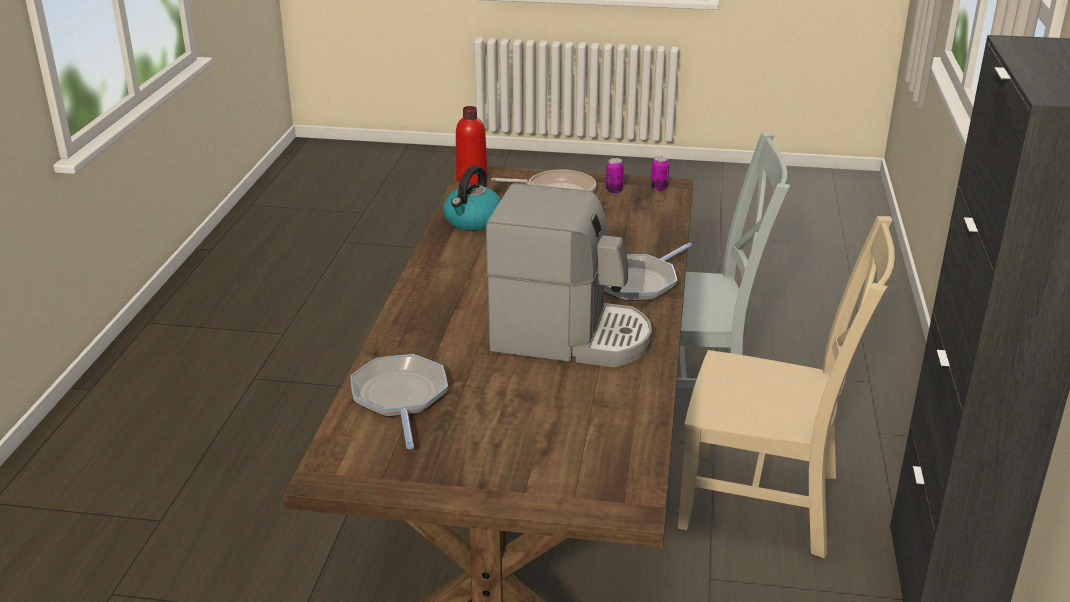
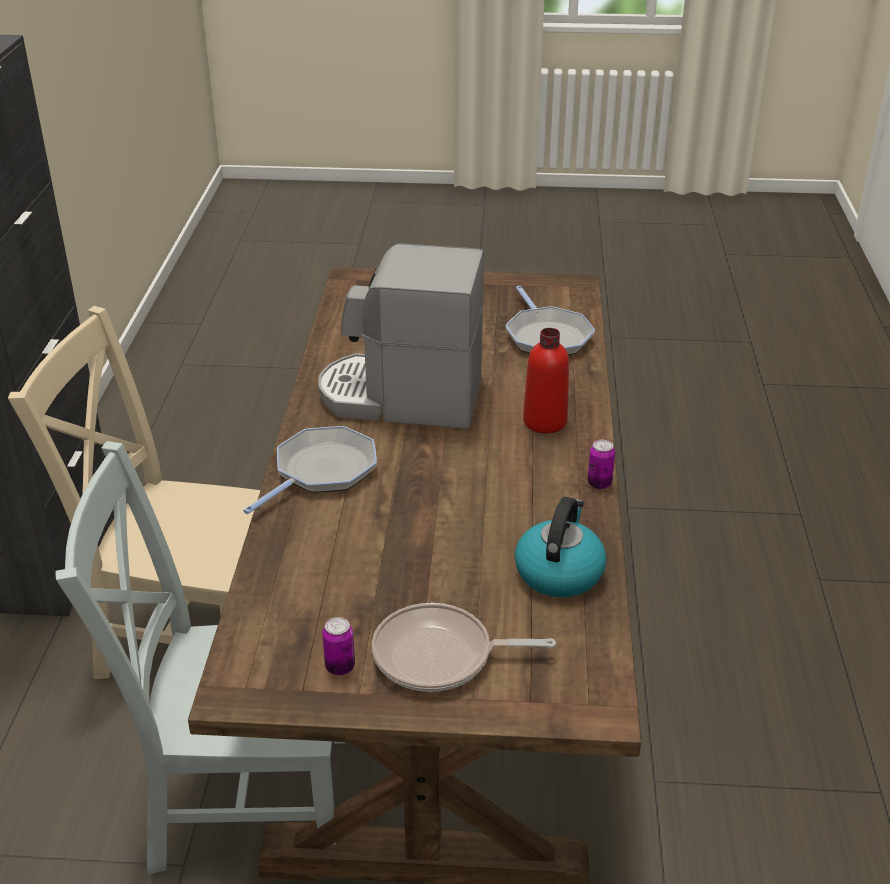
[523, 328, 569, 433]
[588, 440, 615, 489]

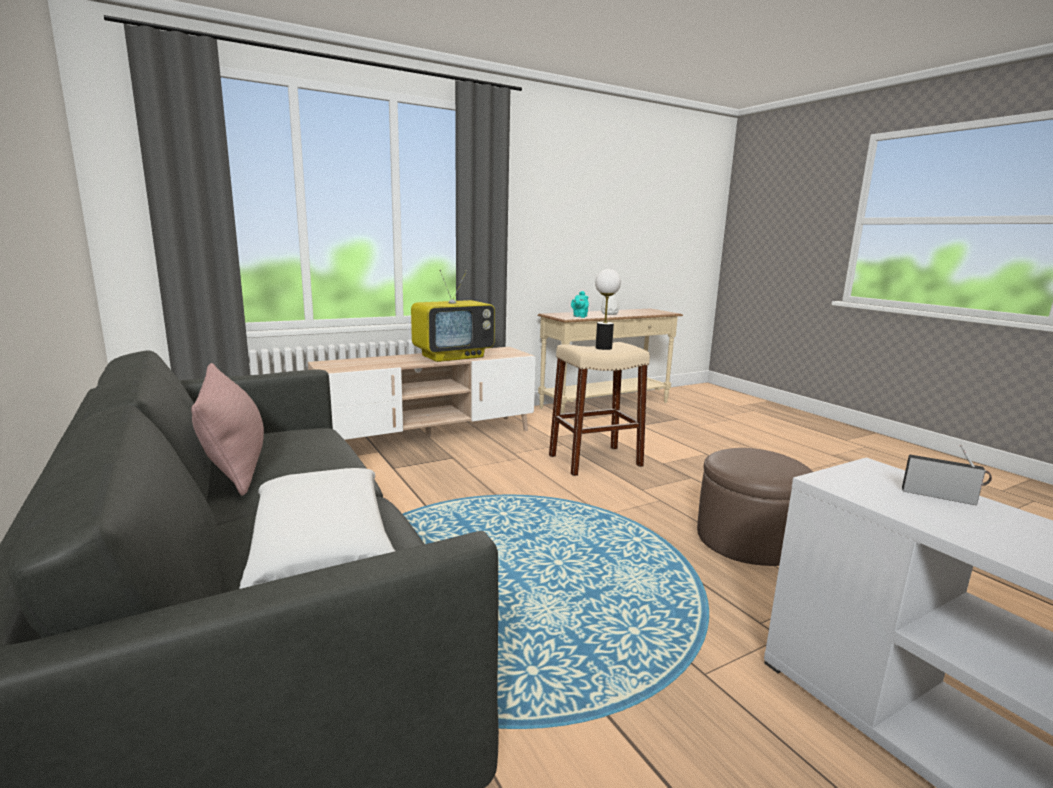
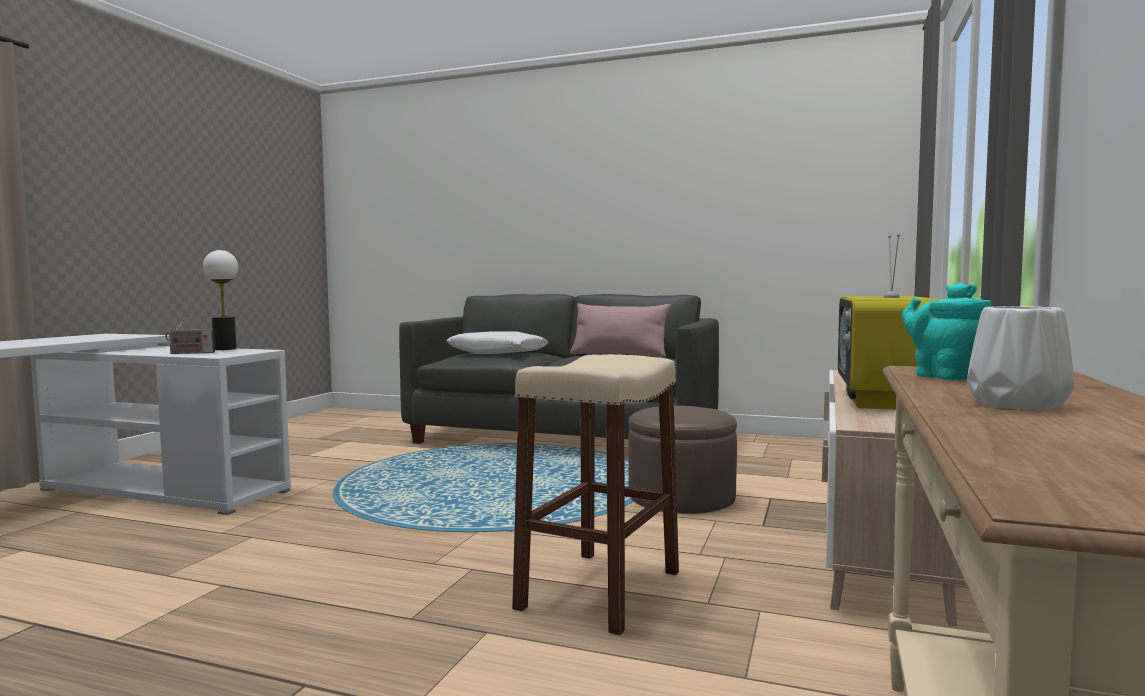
[203, 250, 238, 350]
[628, 406, 737, 514]

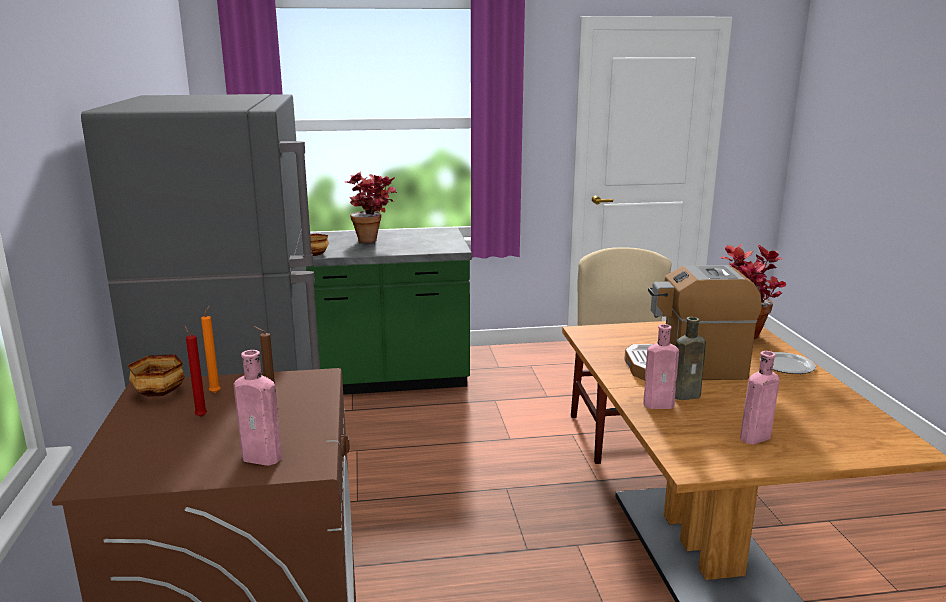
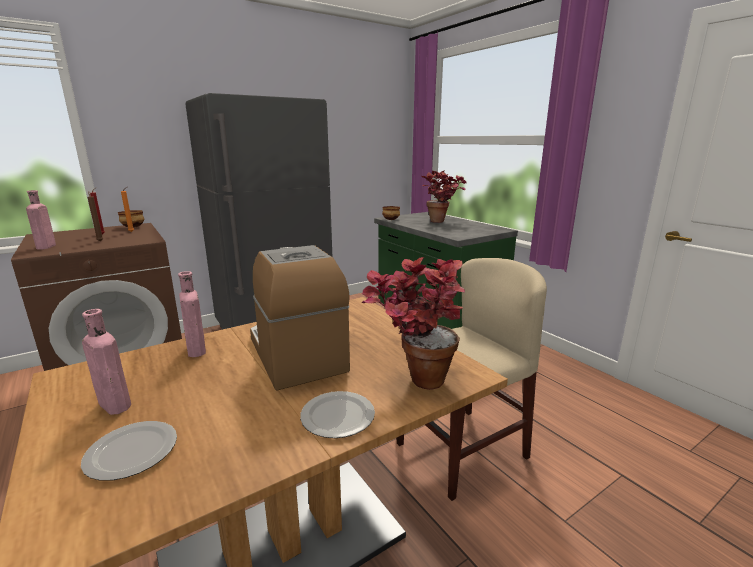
[675, 317, 706, 400] (first image)
[81, 421, 177, 481]

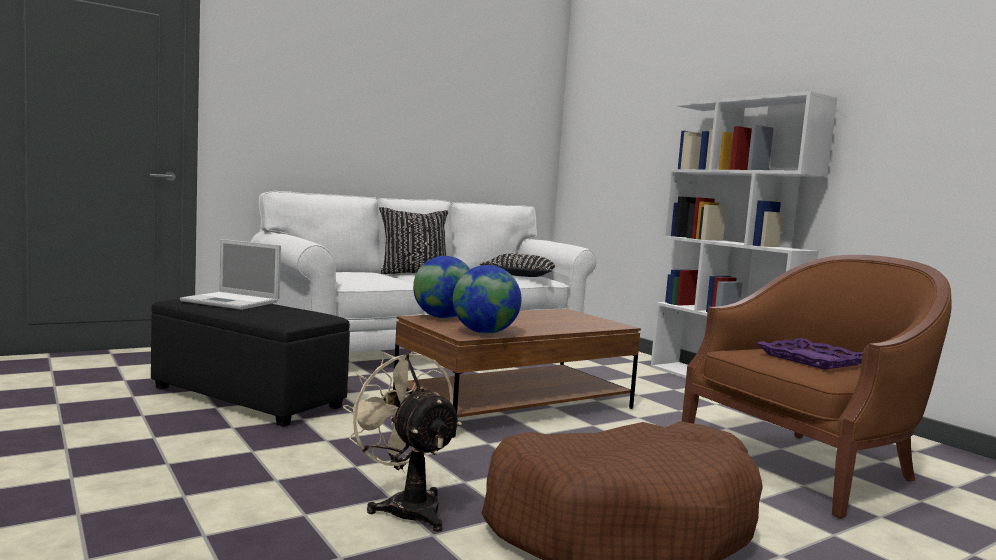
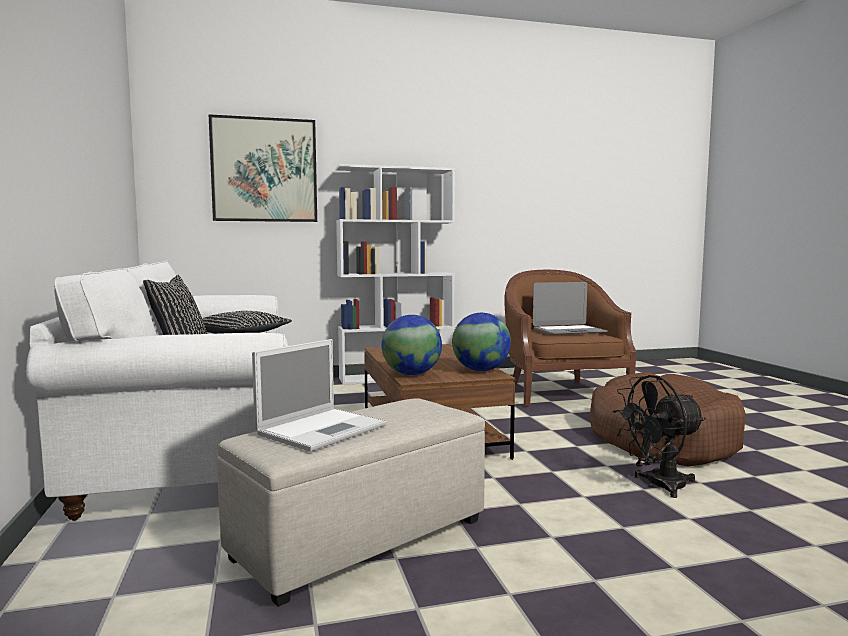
[217, 398, 485, 607]
[533, 282, 608, 335]
[613, 375, 706, 498]
[208, 114, 317, 222]

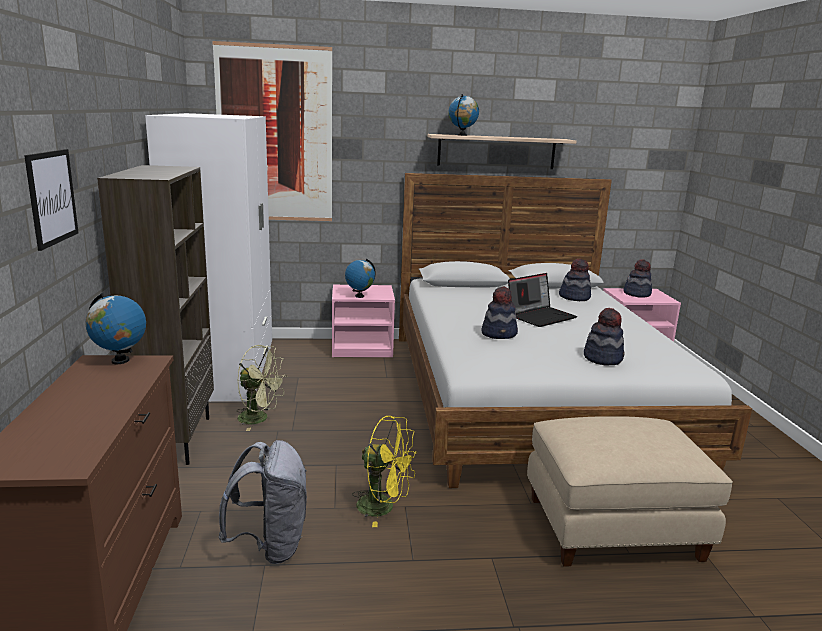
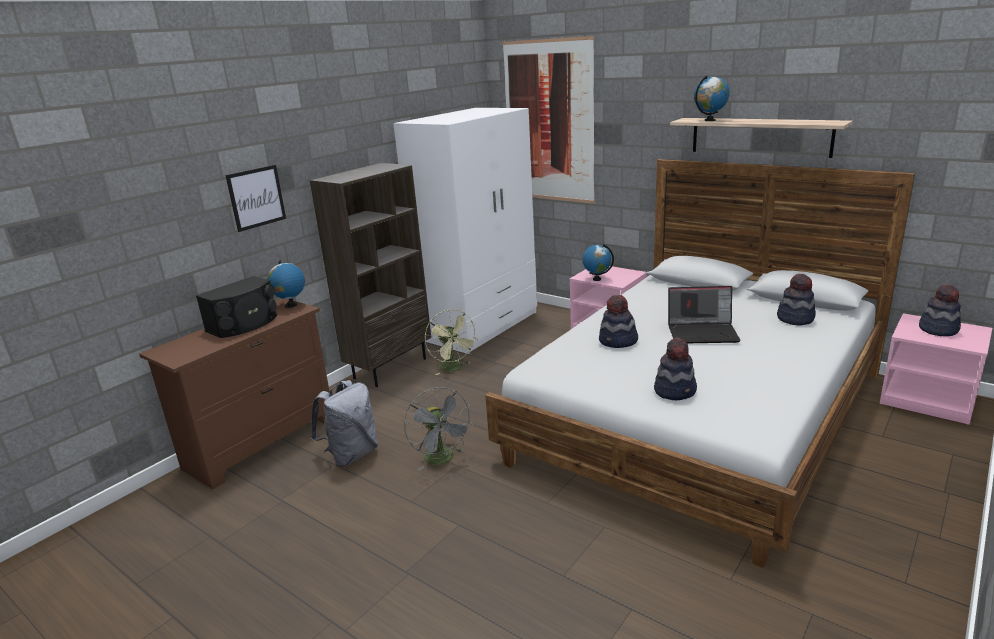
[404, 387, 473, 471]
[527, 416, 733, 567] (first image)
[196, 276, 277, 338]

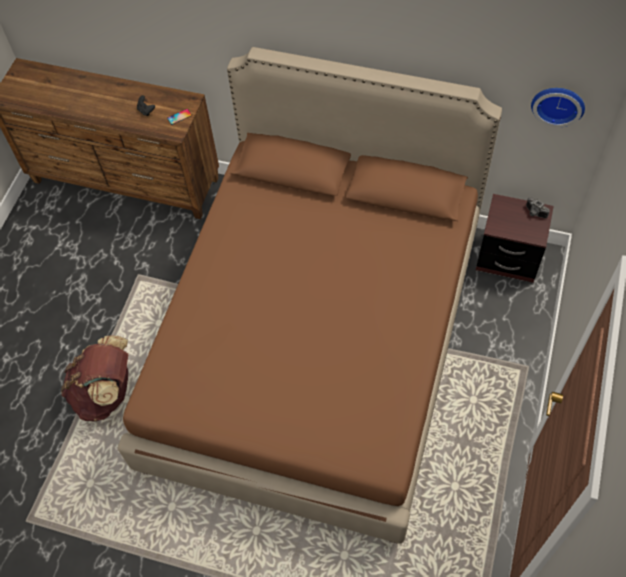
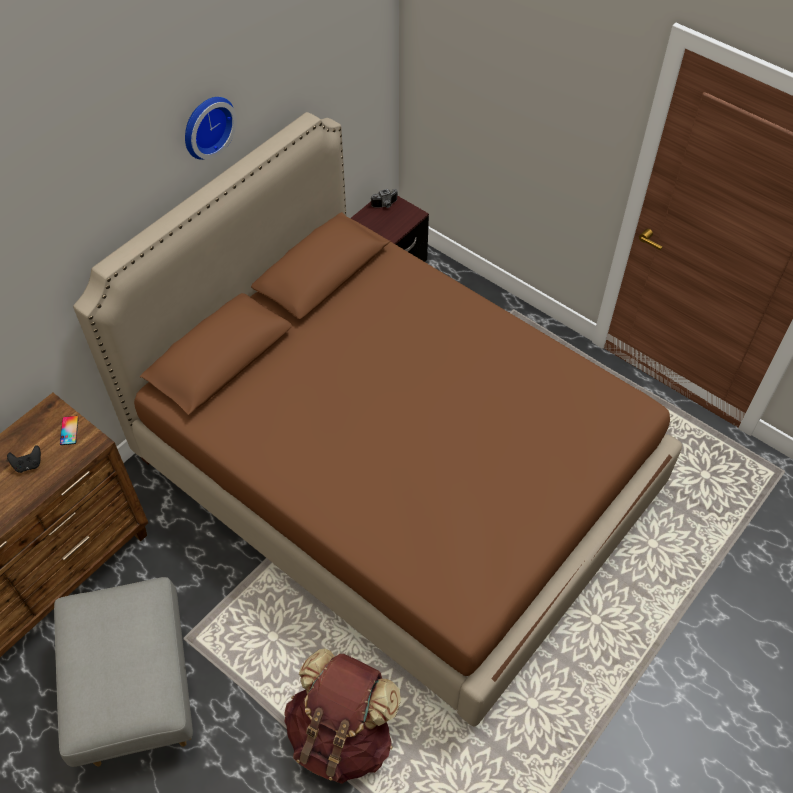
[185, 97, 237, 160]
[54, 577, 193, 767]

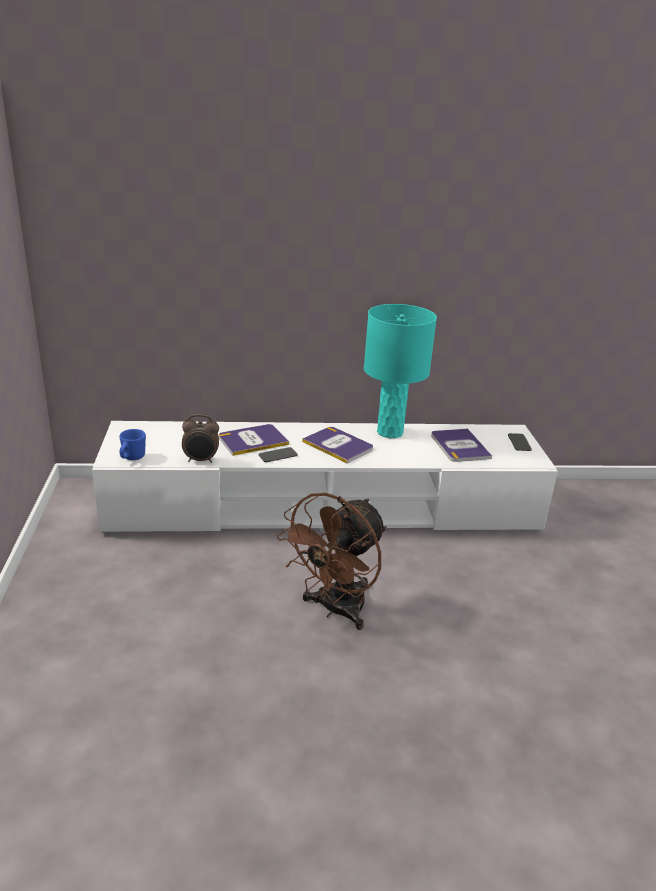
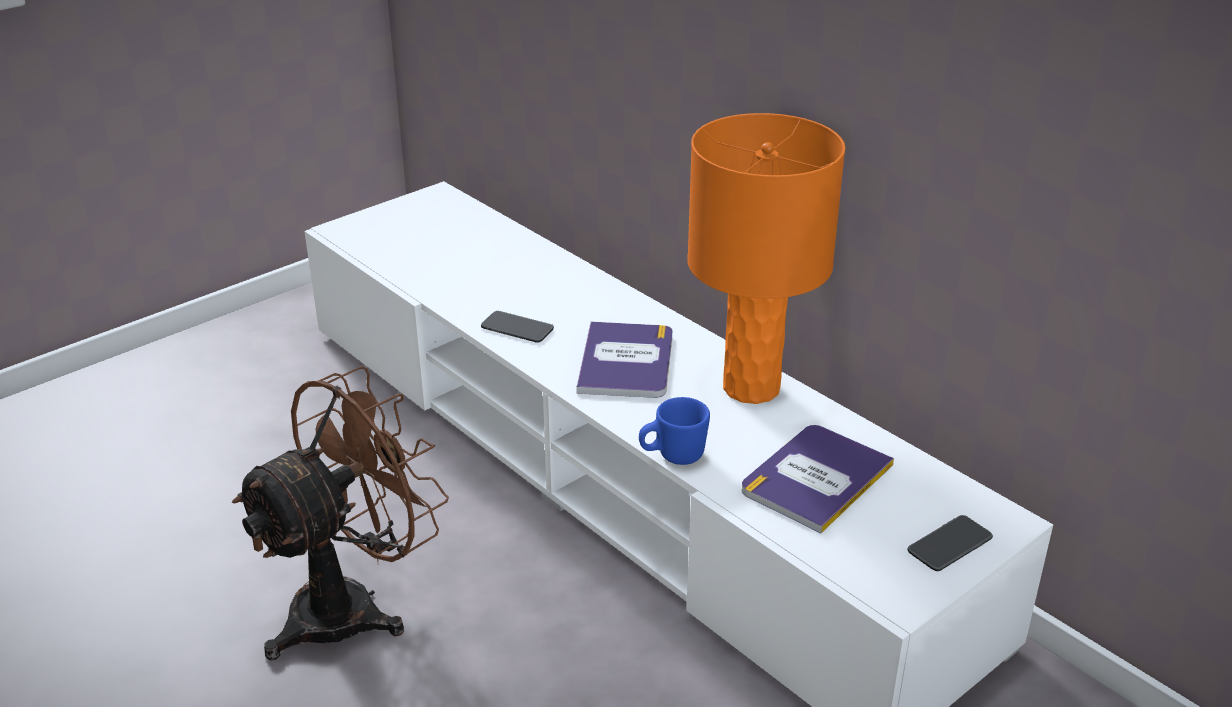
[687, 113, 845, 404]
[182, 414, 219, 463] (first image)
[219, 424, 289, 456] (first image)
[639, 397, 710, 465]
[232, 366, 449, 661]

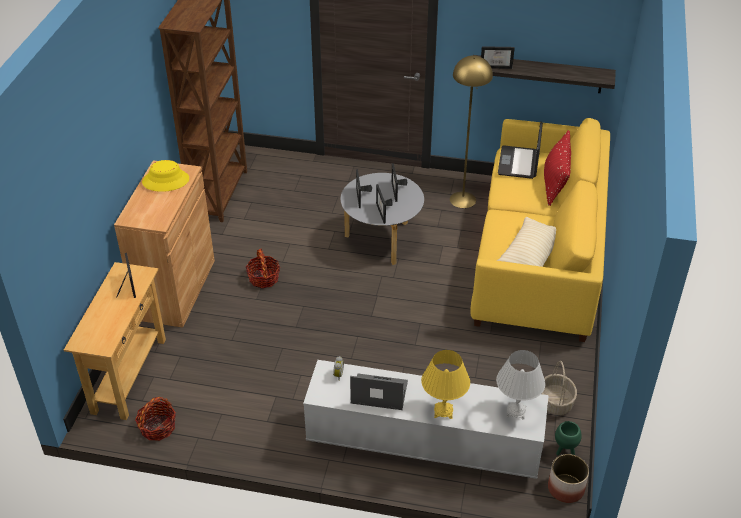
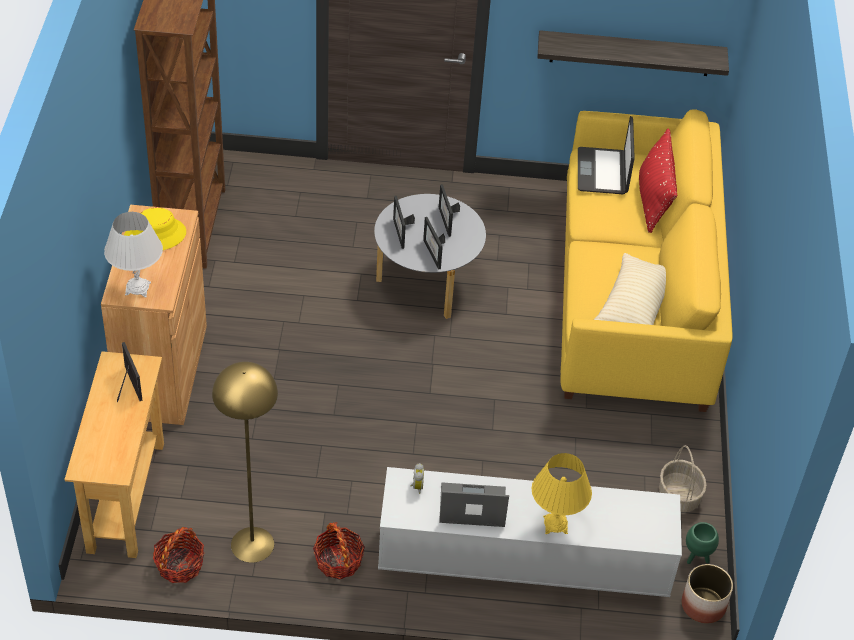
[481, 46, 515, 69] (first image)
[212, 362, 278, 563]
[313, 522, 365, 579]
[104, 212, 163, 297]

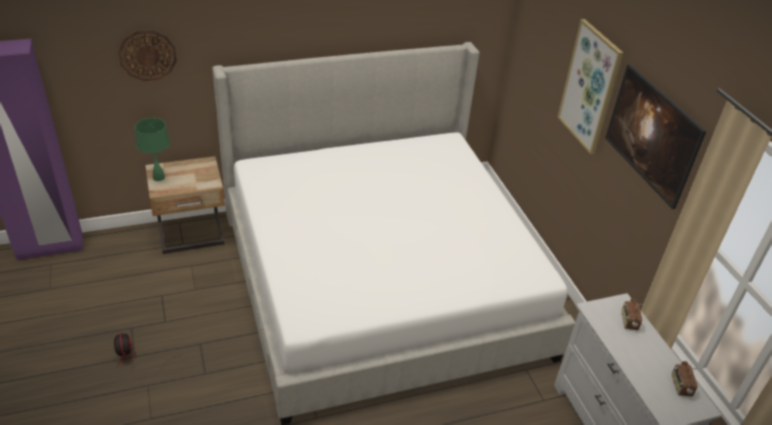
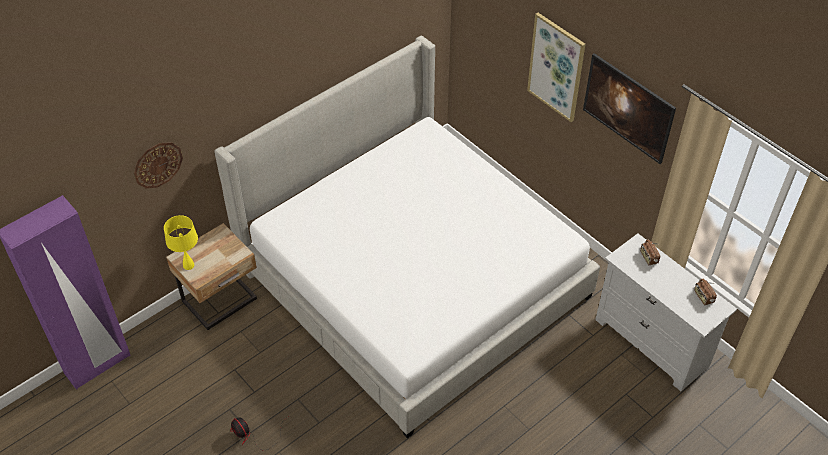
[164, 215, 198, 270]

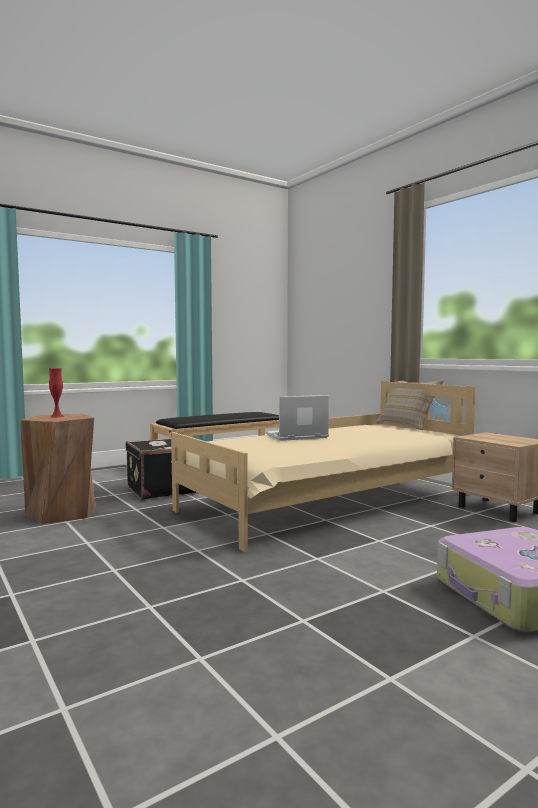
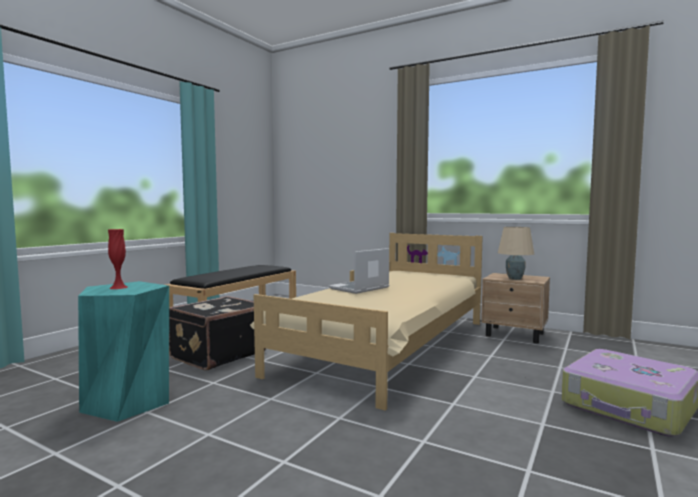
[375, 378, 444, 430] (first image)
[78, 281, 169, 422]
[498, 227, 534, 280]

